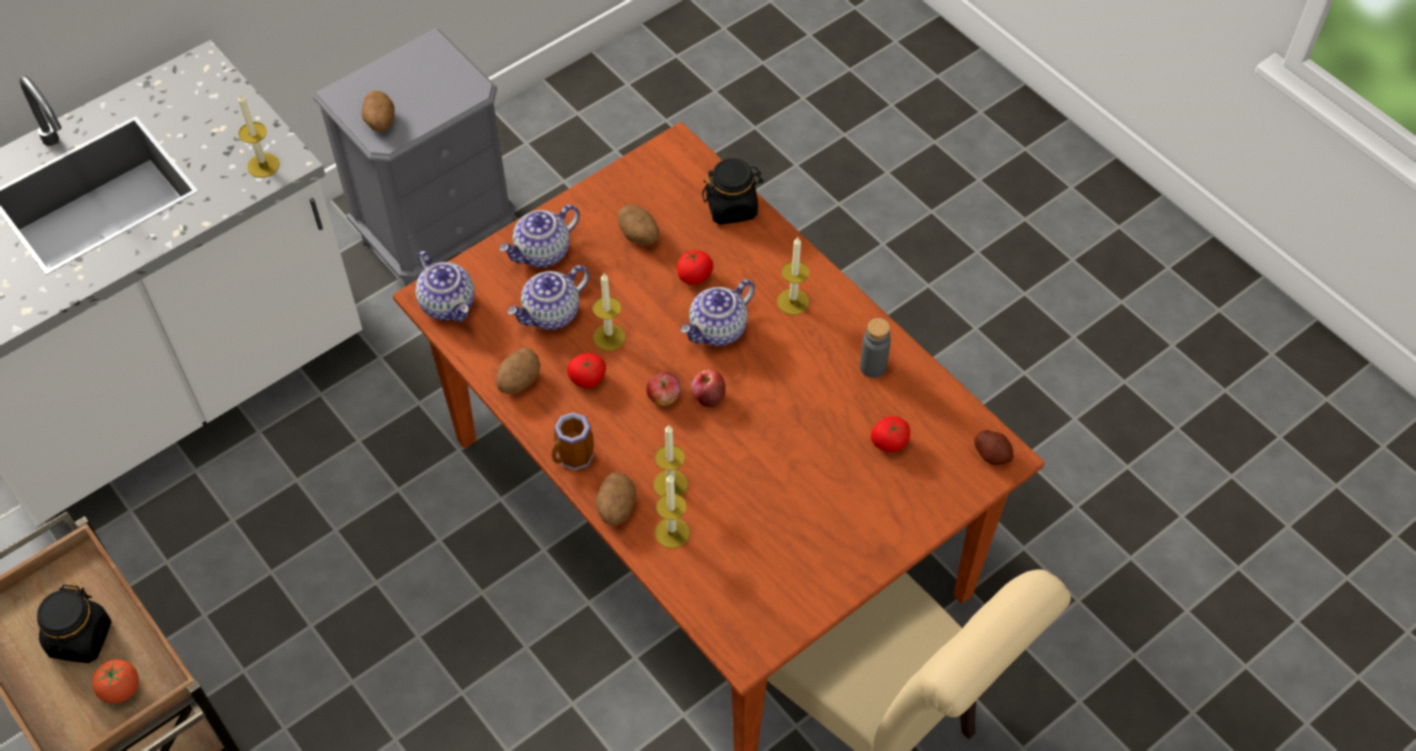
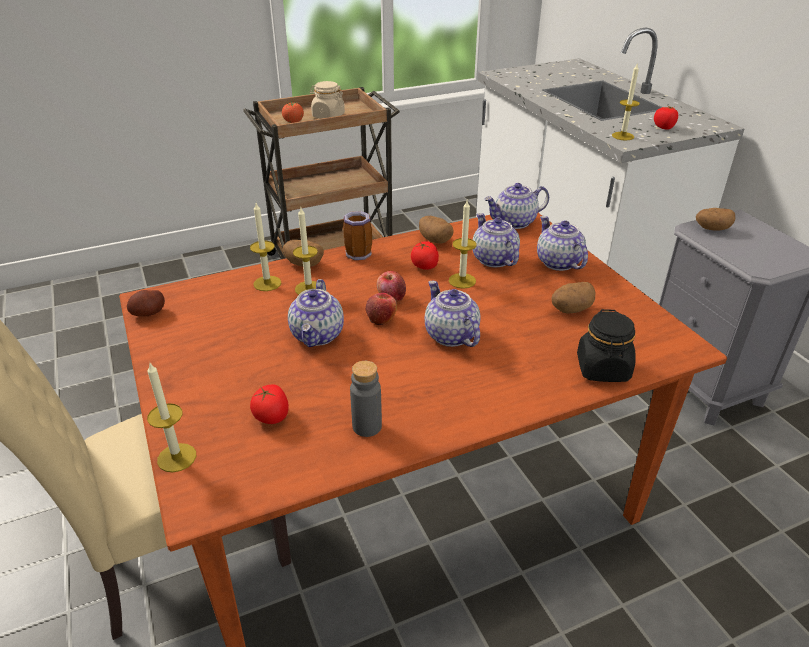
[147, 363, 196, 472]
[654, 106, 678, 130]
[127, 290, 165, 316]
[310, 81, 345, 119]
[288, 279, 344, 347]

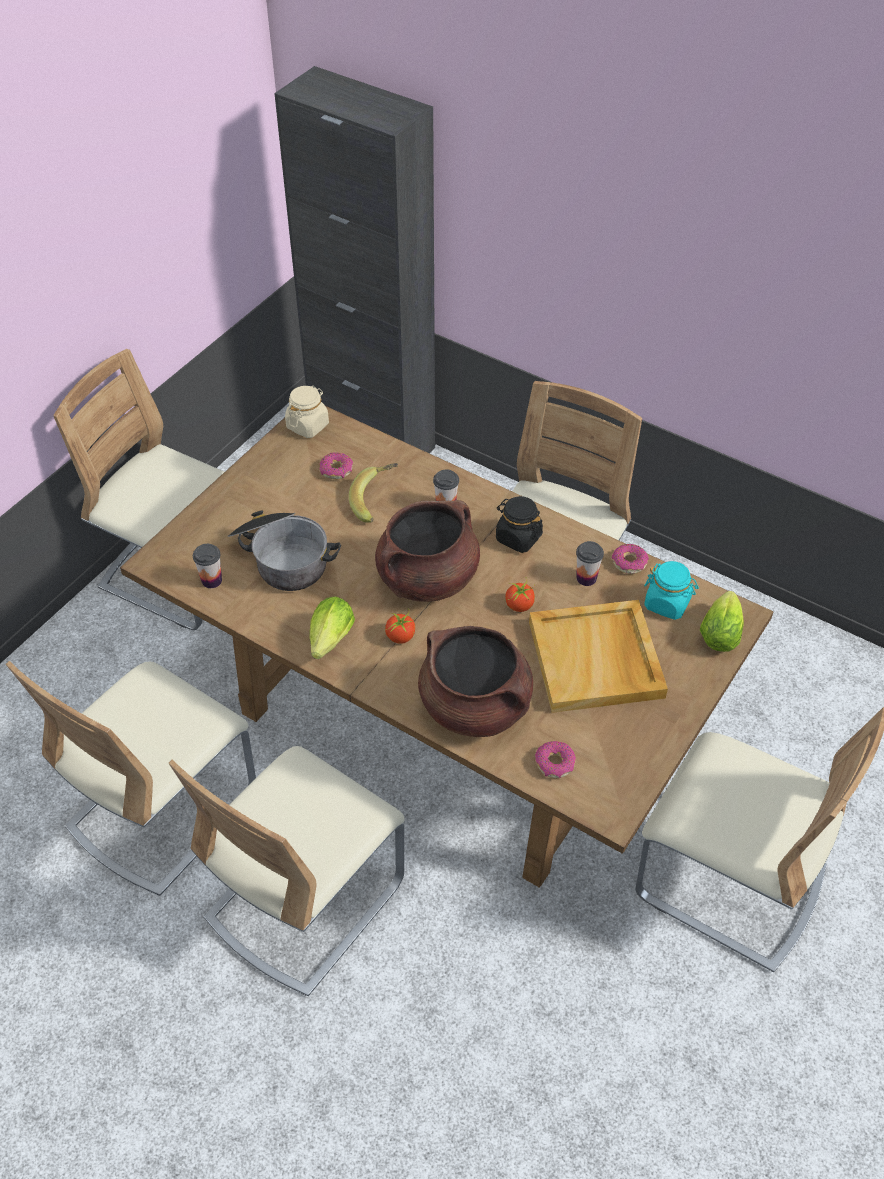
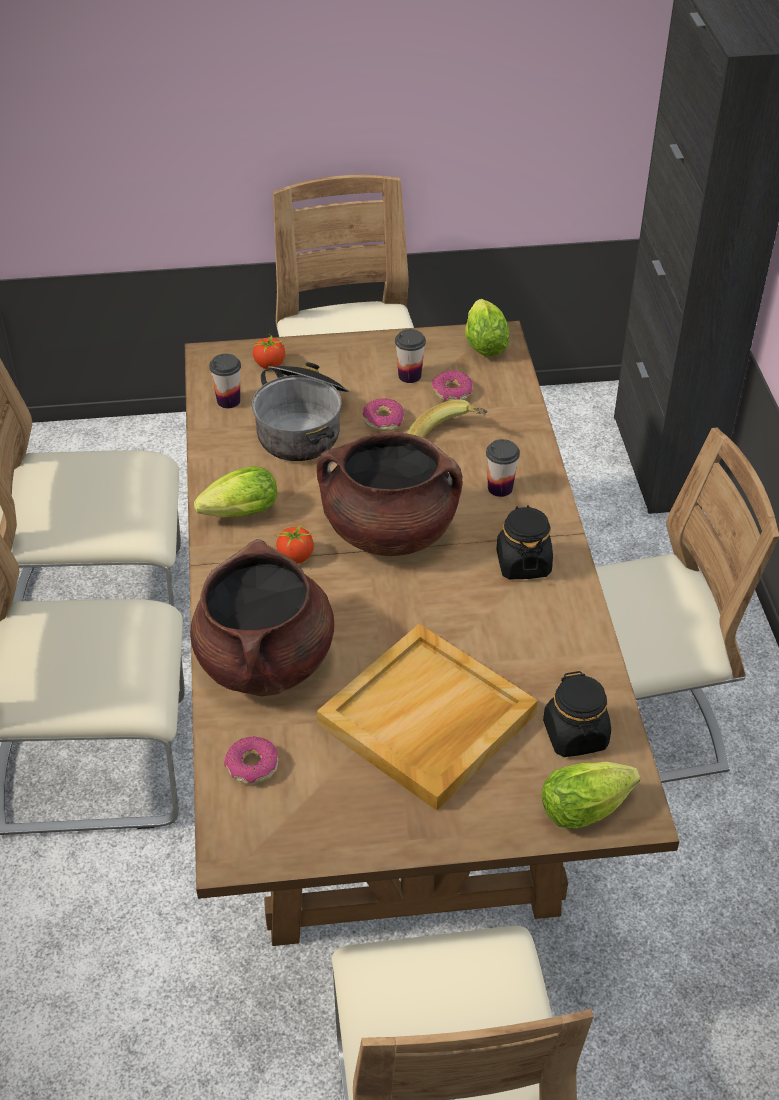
[466, 299, 509, 357]
[395, 329, 426, 383]
[363, 398, 404, 431]
[543, 671, 611, 757]
[252, 335, 285, 369]

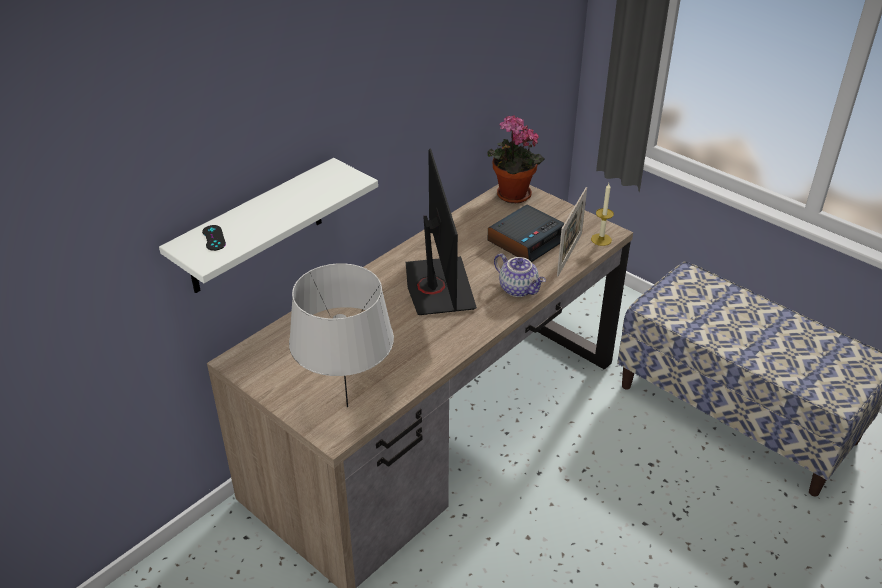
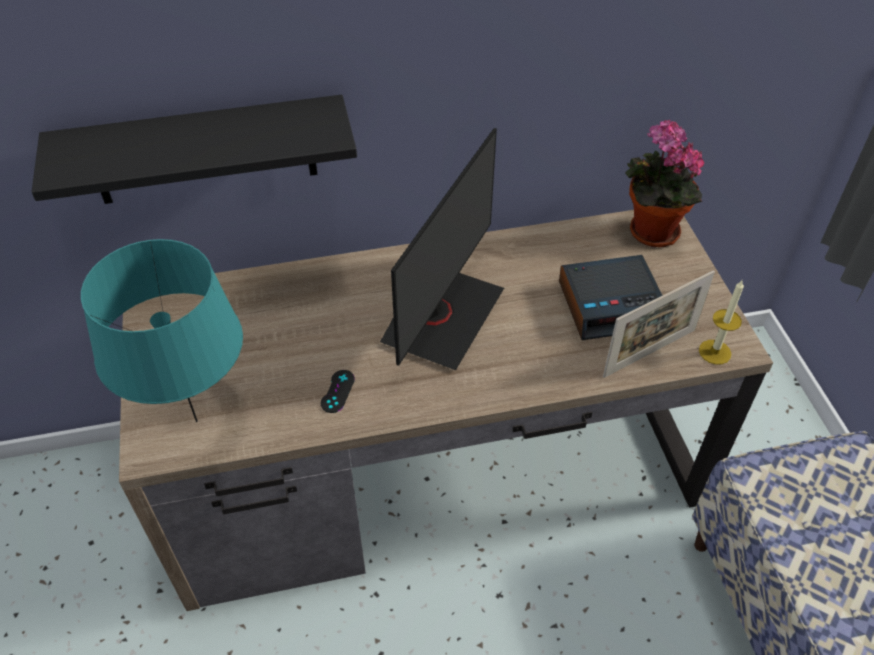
[31, 95, 357, 204]
[321, 370, 355, 413]
[494, 253, 546, 297] (first image)
[81, 239, 243, 422]

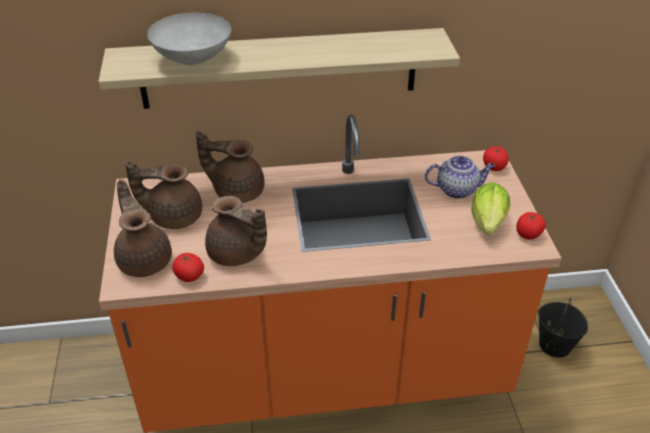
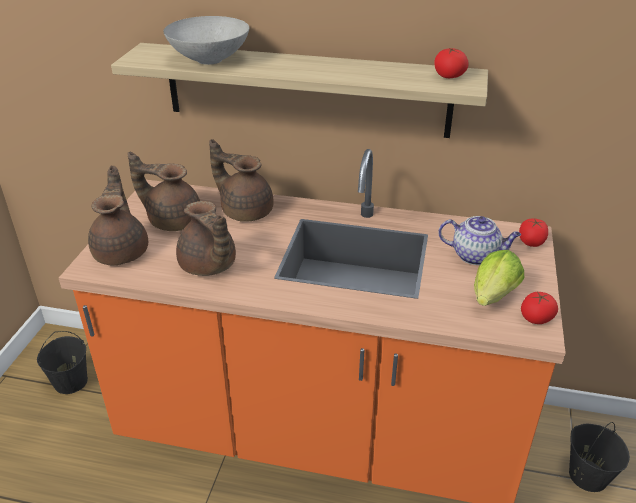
[434, 47, 469, 78]
[37, 331, 88, 394]

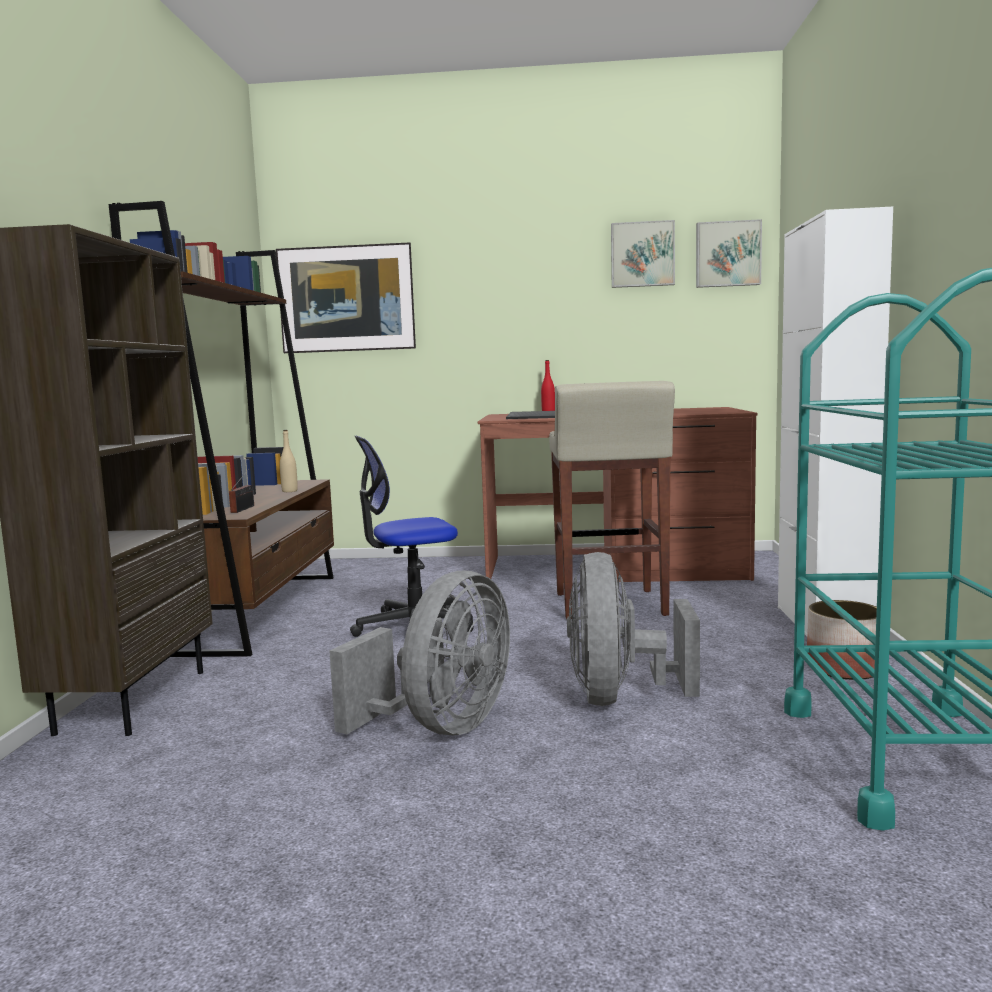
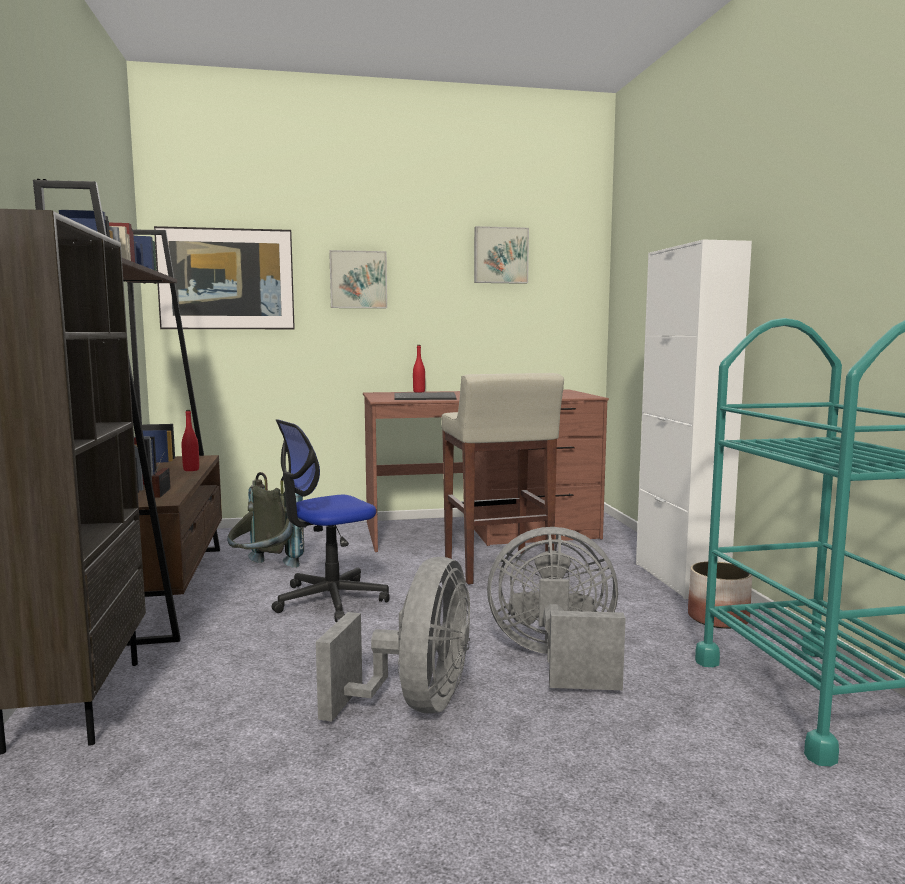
[329, 250, 387, 308]
[182, 410, 199, 471]
[487, 527, 626, 690]
[227, 472, 304, 568]

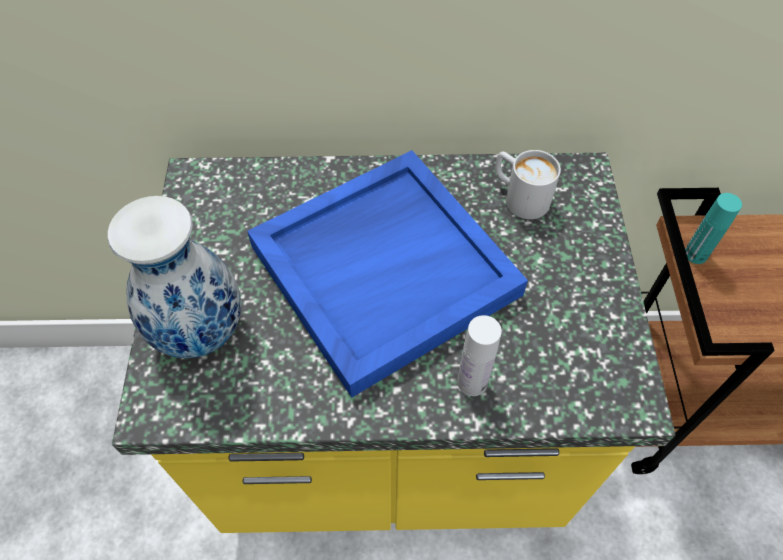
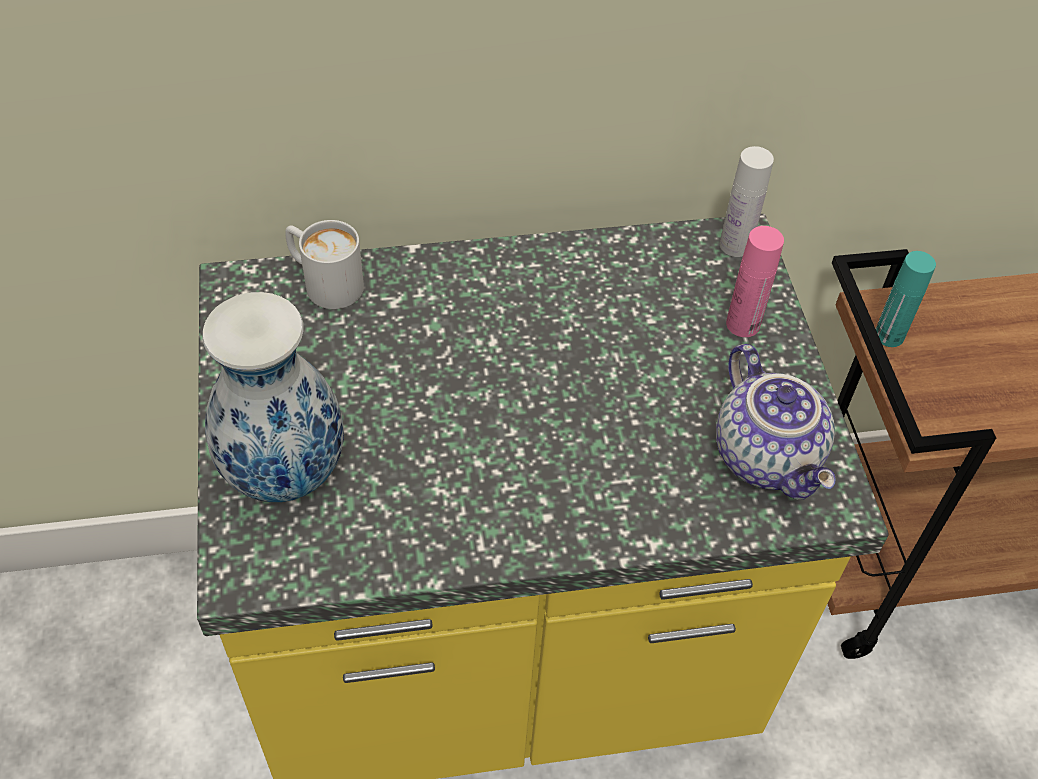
[247, 150, 528, 398] (first image)
[285, 220, 364, 309]
[720, 146, 774, 257]
[726, 226, 784, 337]
[716, 344, 835, 500]

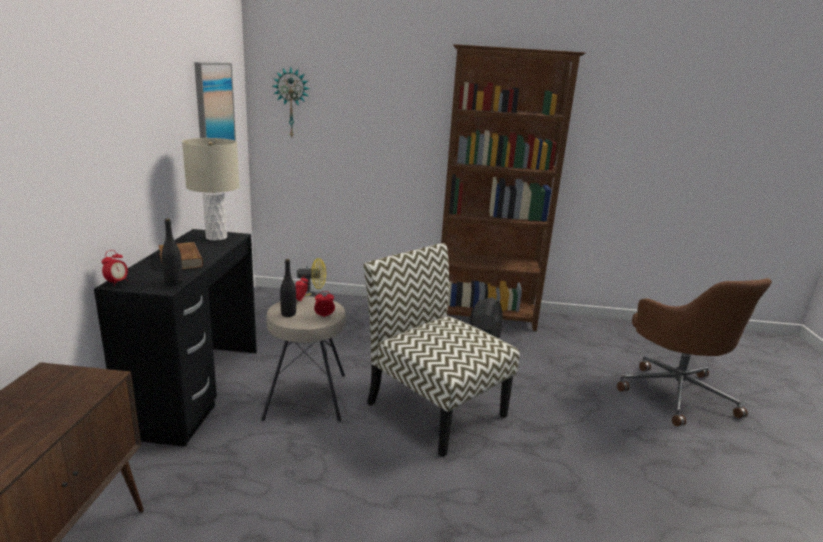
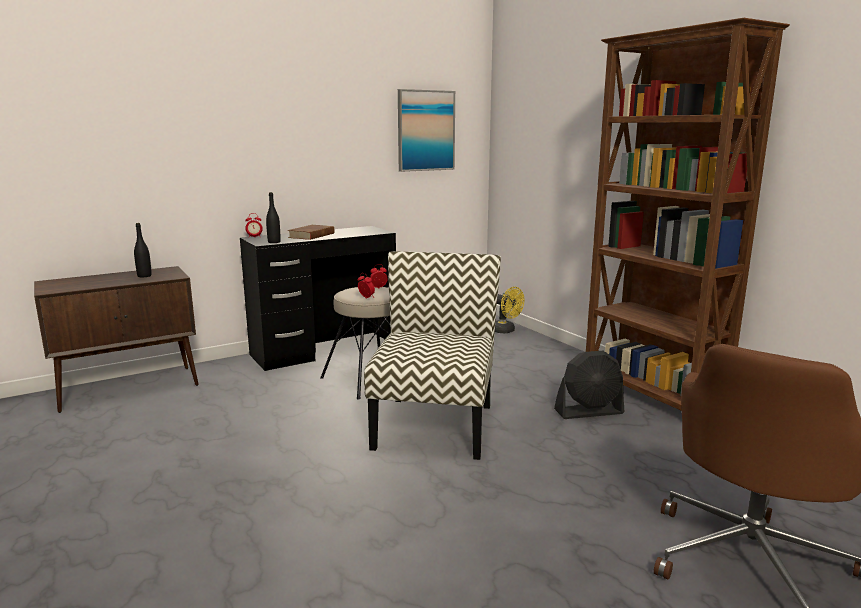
[273, 67, 310, 138] (first image)
[182, 138, 240, 241] (first image)
[134, 223, 152, 278]

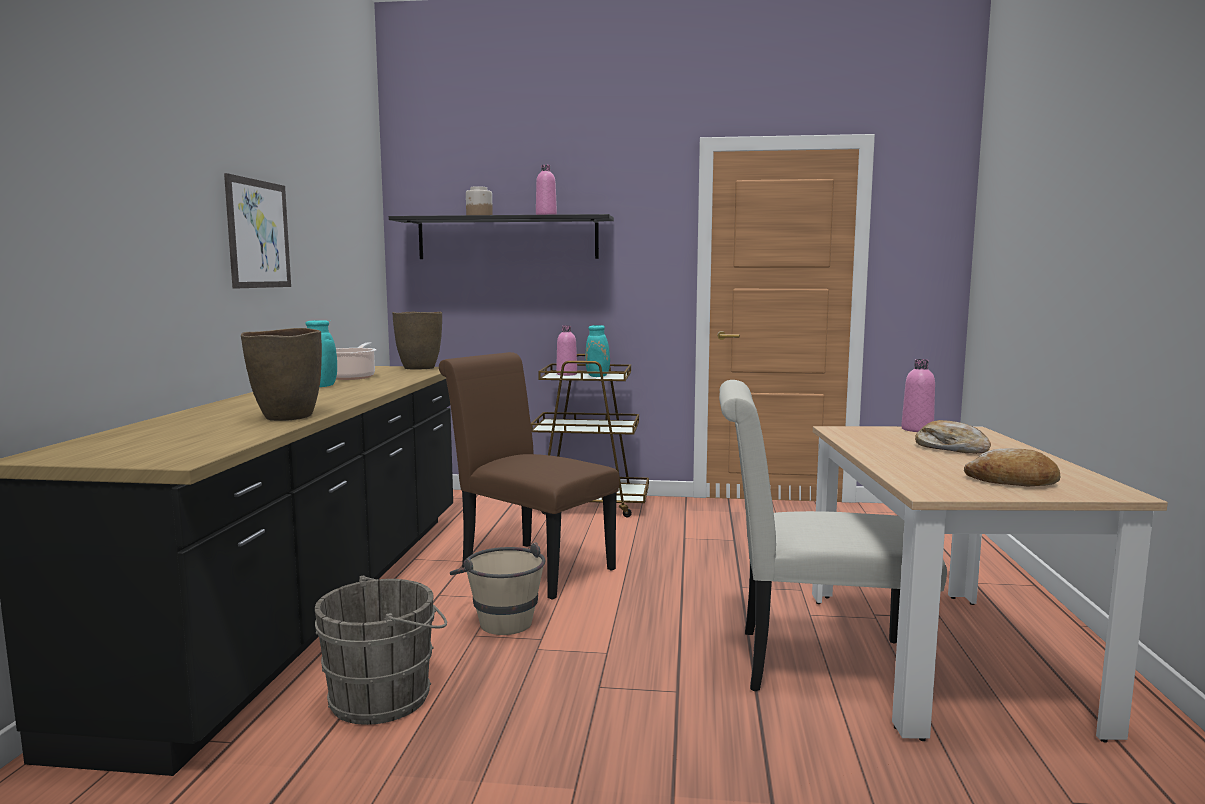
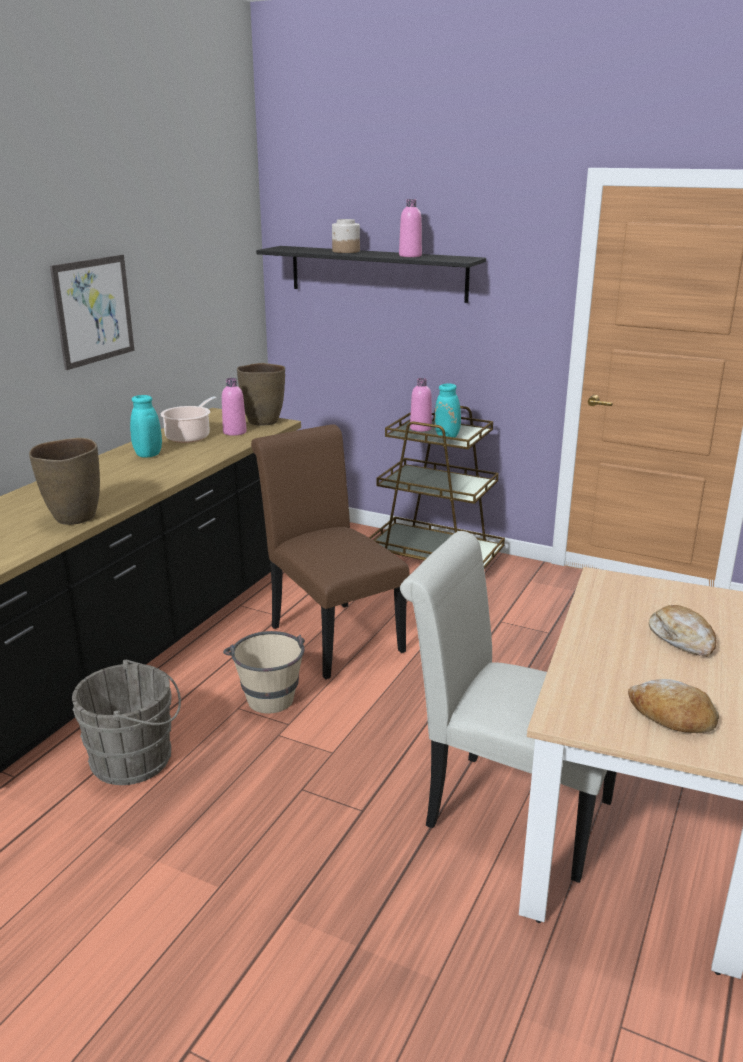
[222, 378, 247, 436]

